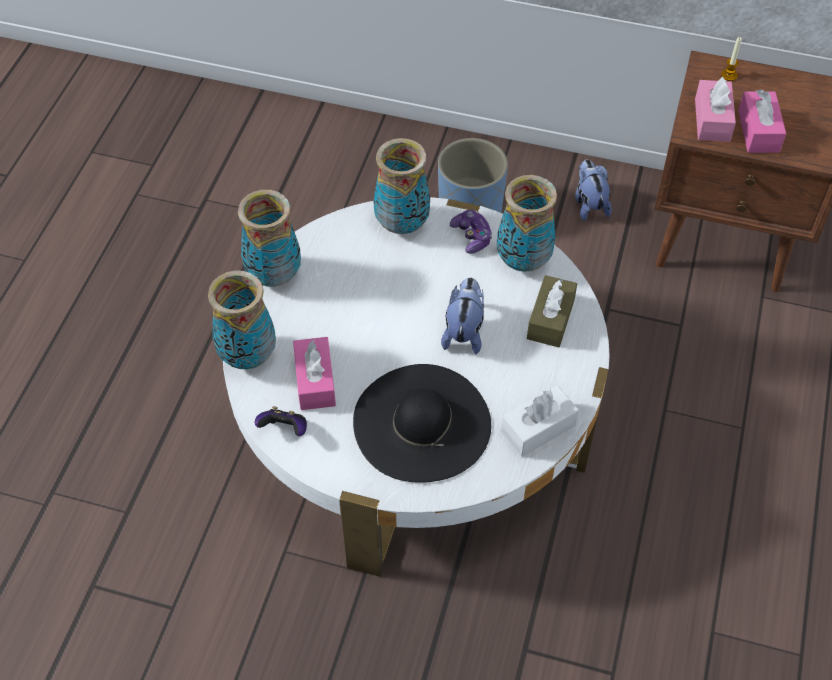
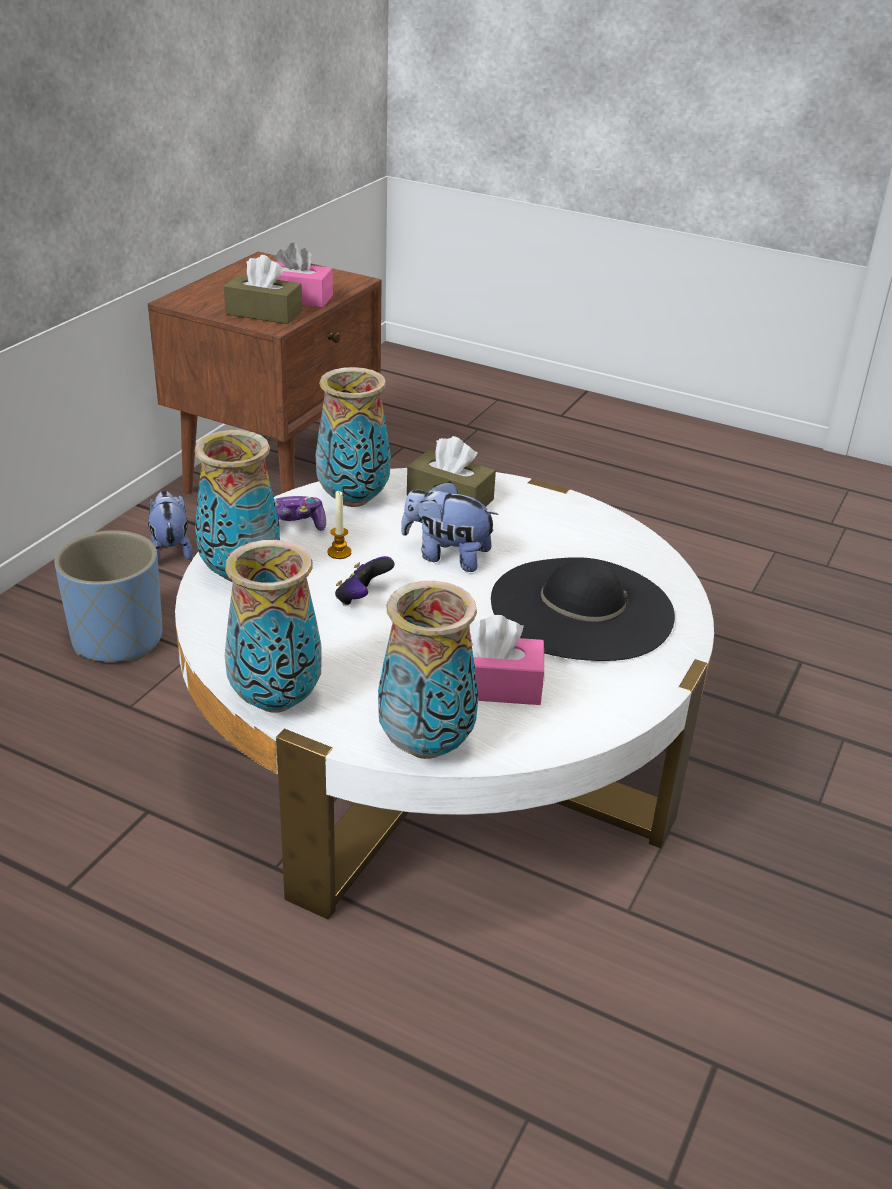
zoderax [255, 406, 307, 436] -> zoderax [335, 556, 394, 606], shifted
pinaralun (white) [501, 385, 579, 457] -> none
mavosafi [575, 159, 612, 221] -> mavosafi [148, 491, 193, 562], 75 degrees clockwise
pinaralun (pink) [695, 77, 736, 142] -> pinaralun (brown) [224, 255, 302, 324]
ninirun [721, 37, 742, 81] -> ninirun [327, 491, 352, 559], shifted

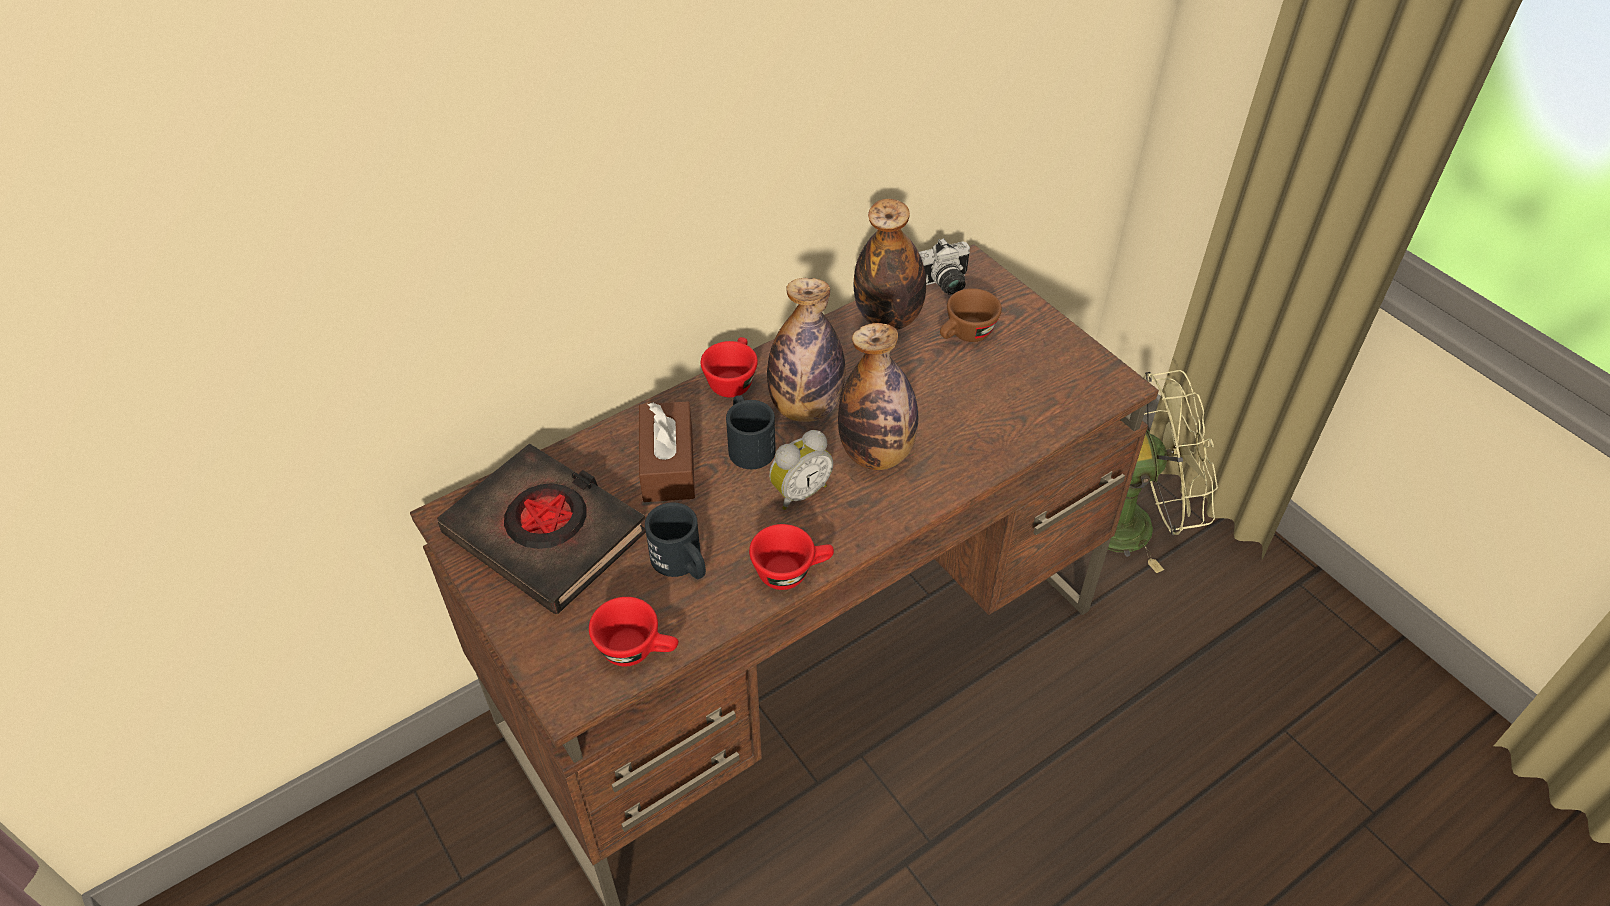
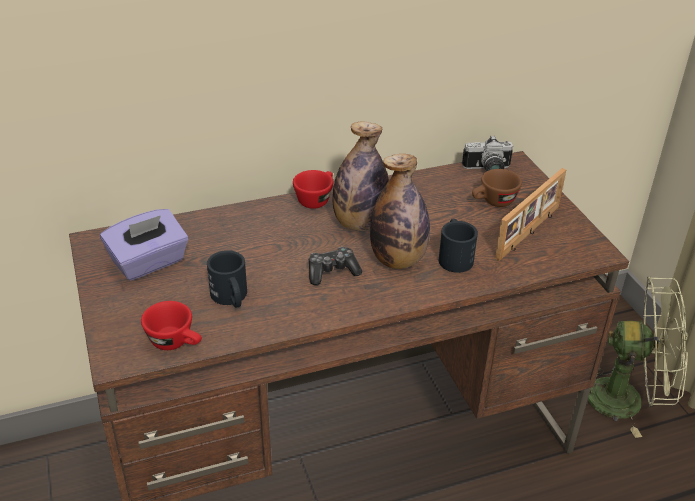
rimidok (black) [437, 443, 646, 614] -> pinaralun (purple) [100, 209, 188, 281]
pinaralun (brown) [639, 402, 695, 502] -> none
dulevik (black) [726, 395, 775, 469] -> dulevik (black) [439, 219, 478, 273], shifted
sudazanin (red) [749, 524, 834, 590] -> none
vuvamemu [769, 430, 833, 510] -> zoderax [309, 247, 362, 285]
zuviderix [854, 199, 926, 330] -> none
none -> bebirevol [495, 168, 566, 261]

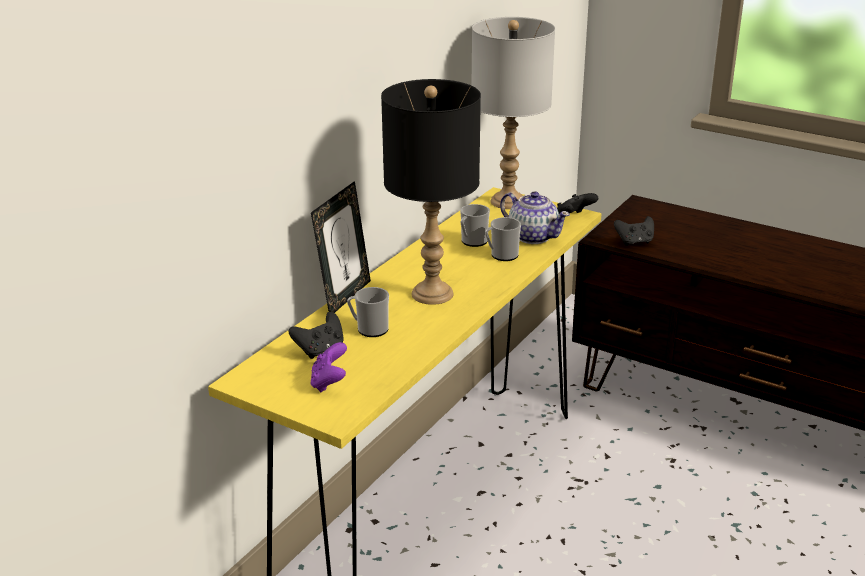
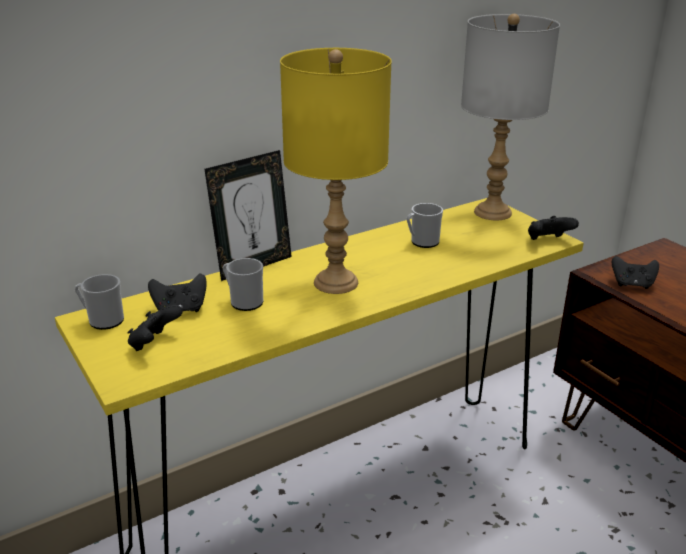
zoderax (purple) [311, 342, 347, 393] -> zoderax (black) [128, 305, 183, 351]
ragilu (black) [381, 79, 481, 305] -> ragilu (yellow) [280, 48, 392, 294]
dulevik [485, 217, 521, 261] -> dulevik [75, 274, 124, 330], shifted
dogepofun [500, 191, 570, 244] -> none

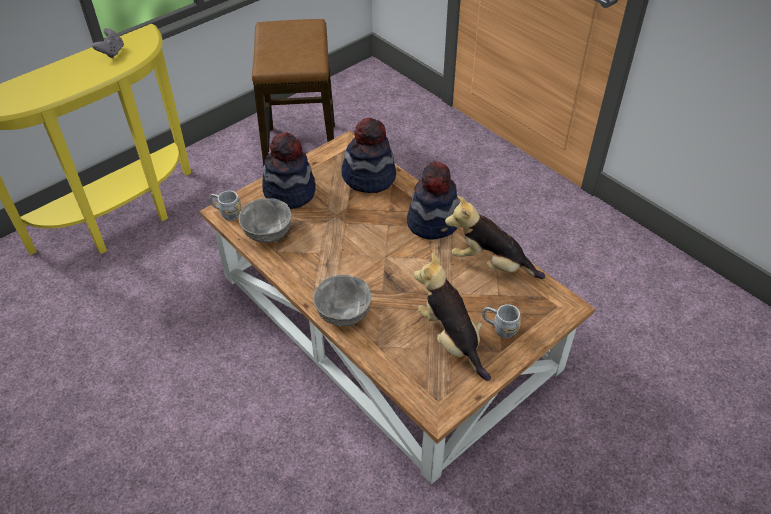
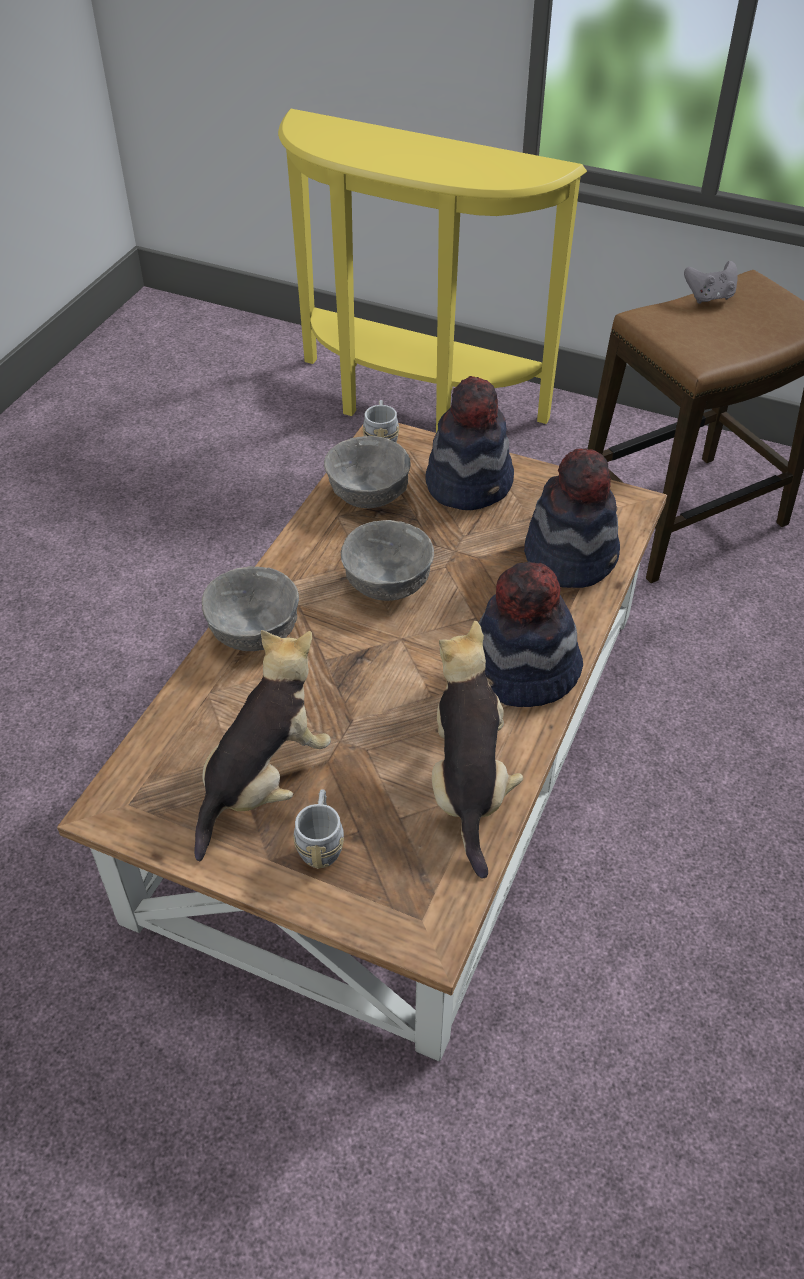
zoderax (grey) [92, 28, 124, 58] -> zoderax (grey) [684, 261, 738, 304], shifted
none -> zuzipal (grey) [341, 520, 434, 601]

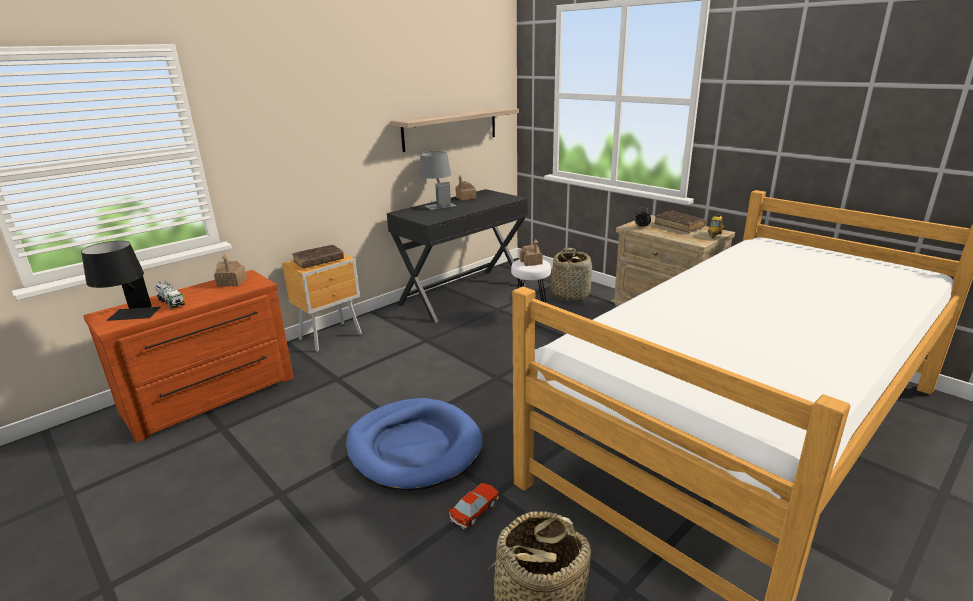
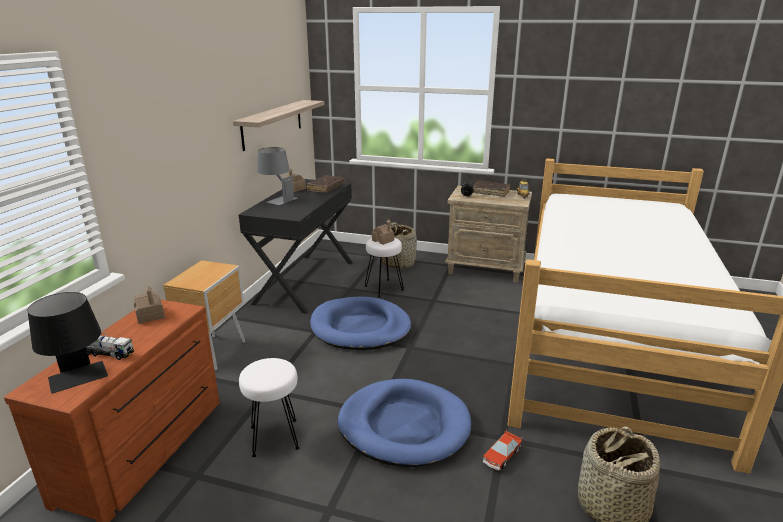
rimidok (brown) [292, 245, 344, 268] -> rimidok (brown) [306, 175, 344, 193], shifted
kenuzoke [448, 483, 499, 529] -> kenuzoke [483, 429, 523, 471], 150 degrees counterclockwise
none -> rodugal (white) [239, 358, 299, 457]
none -> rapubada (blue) [310, 297, 411, 350]

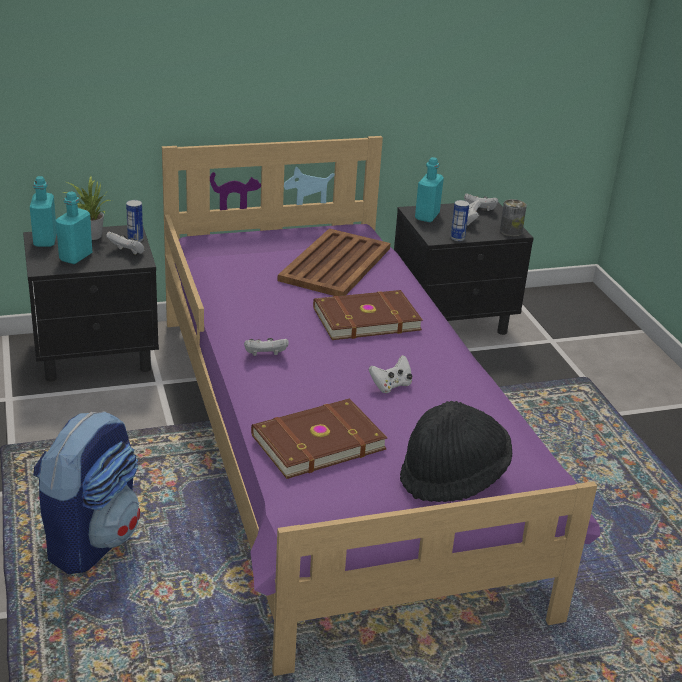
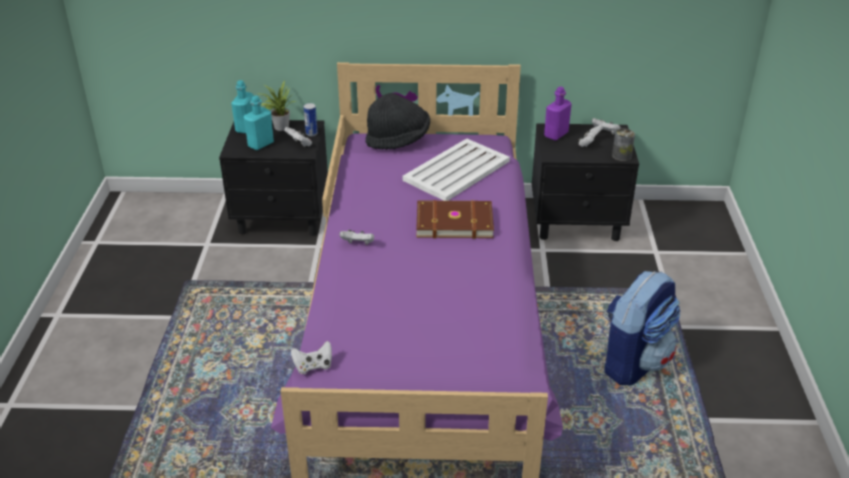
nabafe [33, 411, 140, 574] -> nabafe [604, 271, 680, 385], shifted
rimidok (brown) [251, 399, 387, 479] -> none
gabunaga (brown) [278, 228, 390, 296] -> gabunaga (white) [403, 138, 510, 201]
zoderax (white) [369, 355, 412, 393] -> zoderax (white) [291, 341, 332, 374], shifted
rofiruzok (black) [400, 401, 512, 502] -> rofiruzok (black) [365, 93, 430, 150], shifted
zuviderix (turquoise) [415, 157, 444, 222] -> zuviderix (purple) [544, 86, 572, 140]
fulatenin [450, 200, 469, 241] -> none

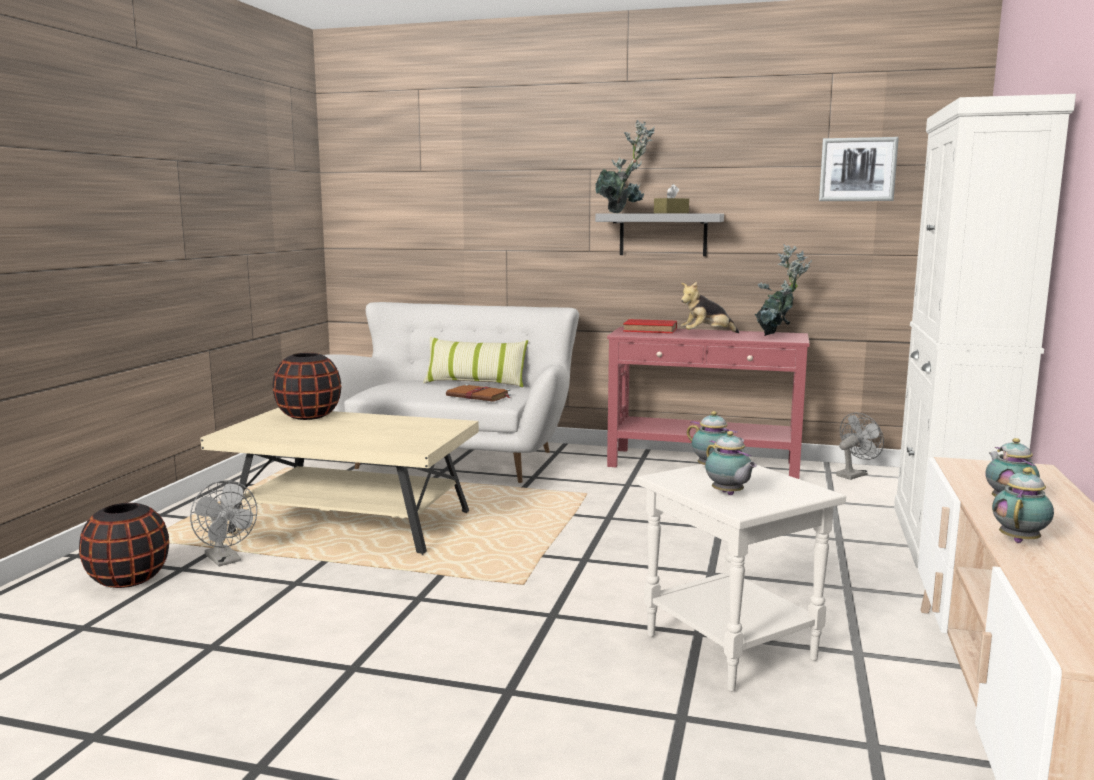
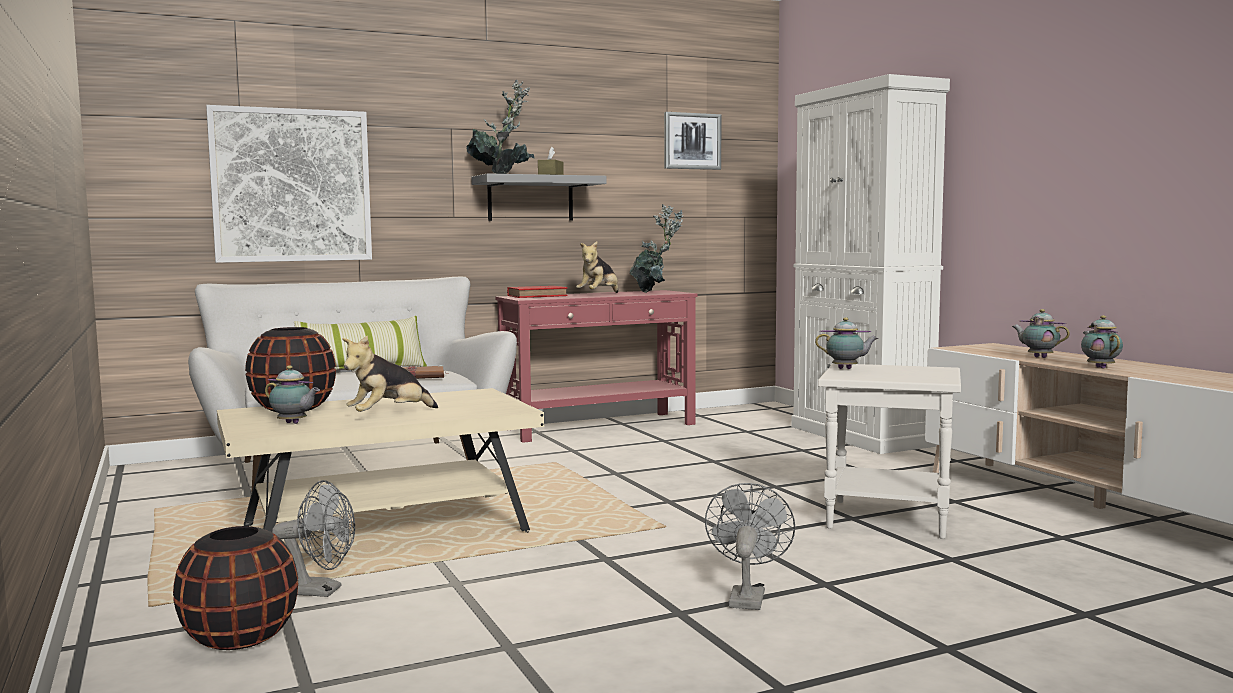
dogepofun [705, 431, 757, 495] -> dogepofun [265, 365, 320, 424], shifted
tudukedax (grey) [836, 412, 884, 480] -> tudukedax (grey) [705, 483, 795, 610], shifted
none -> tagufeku [206, 105, 372, 263]
none -> mavosafi [342, 336, 438, 412]

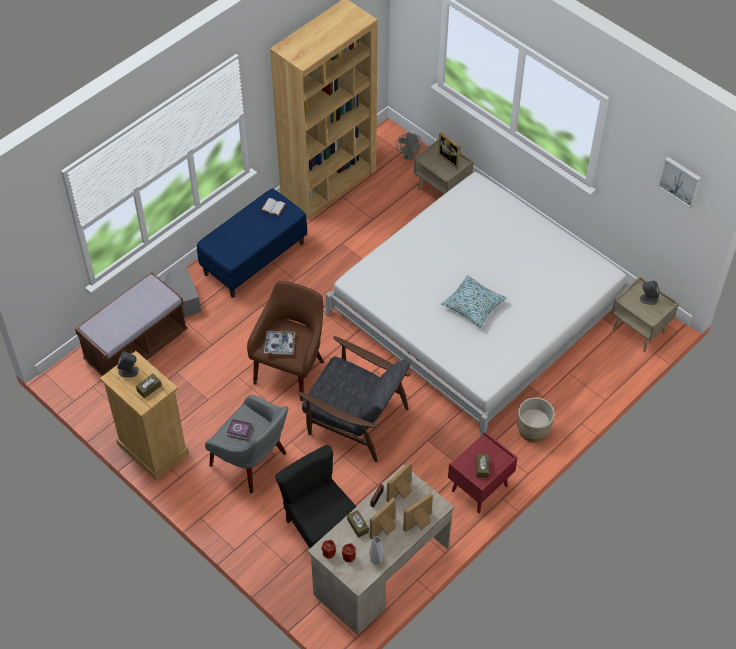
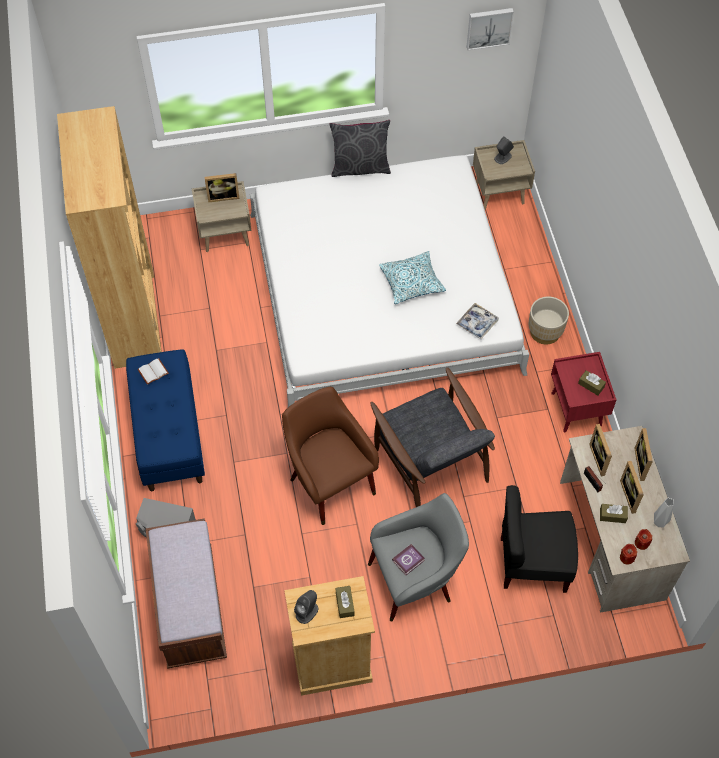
gabunaga [264, 331, 295, 355] -> gabunaga [456, 303, 499, 339], shifted
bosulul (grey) [297, 336, 411, 462] -> bosulul (grey) [370, 367, 495, 507], 90 degrees clockwise
tudukedax (grey) [396, 132, 423, 159] -> none
none -> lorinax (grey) [329, 120, 391, 177]

